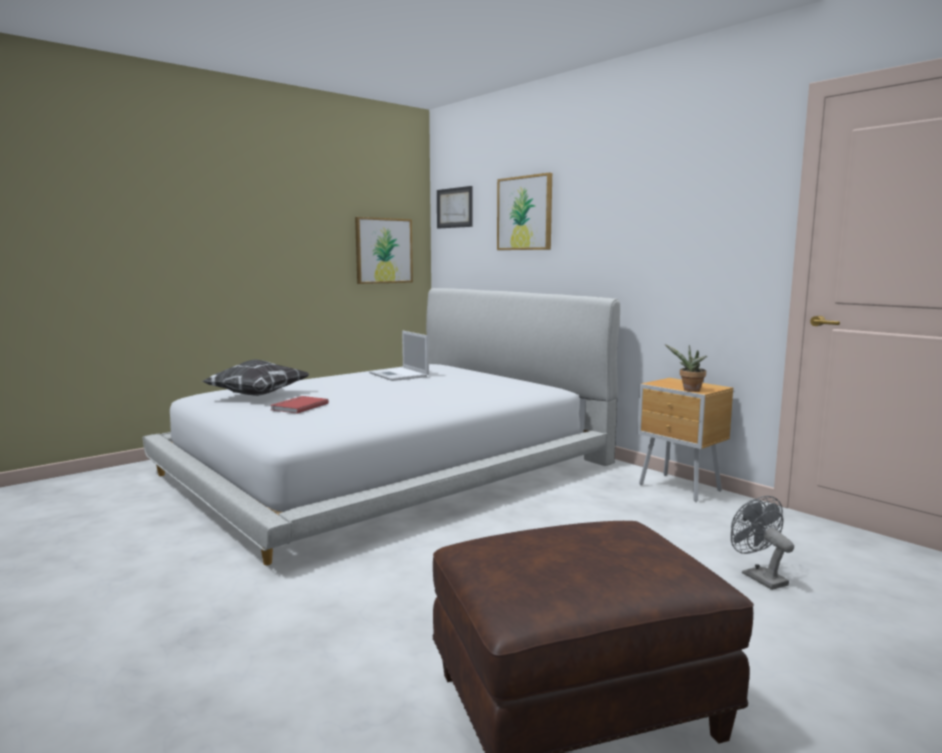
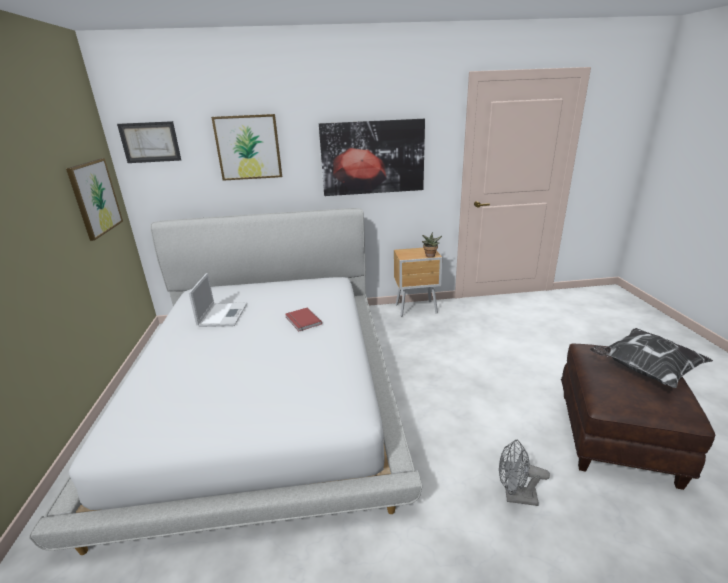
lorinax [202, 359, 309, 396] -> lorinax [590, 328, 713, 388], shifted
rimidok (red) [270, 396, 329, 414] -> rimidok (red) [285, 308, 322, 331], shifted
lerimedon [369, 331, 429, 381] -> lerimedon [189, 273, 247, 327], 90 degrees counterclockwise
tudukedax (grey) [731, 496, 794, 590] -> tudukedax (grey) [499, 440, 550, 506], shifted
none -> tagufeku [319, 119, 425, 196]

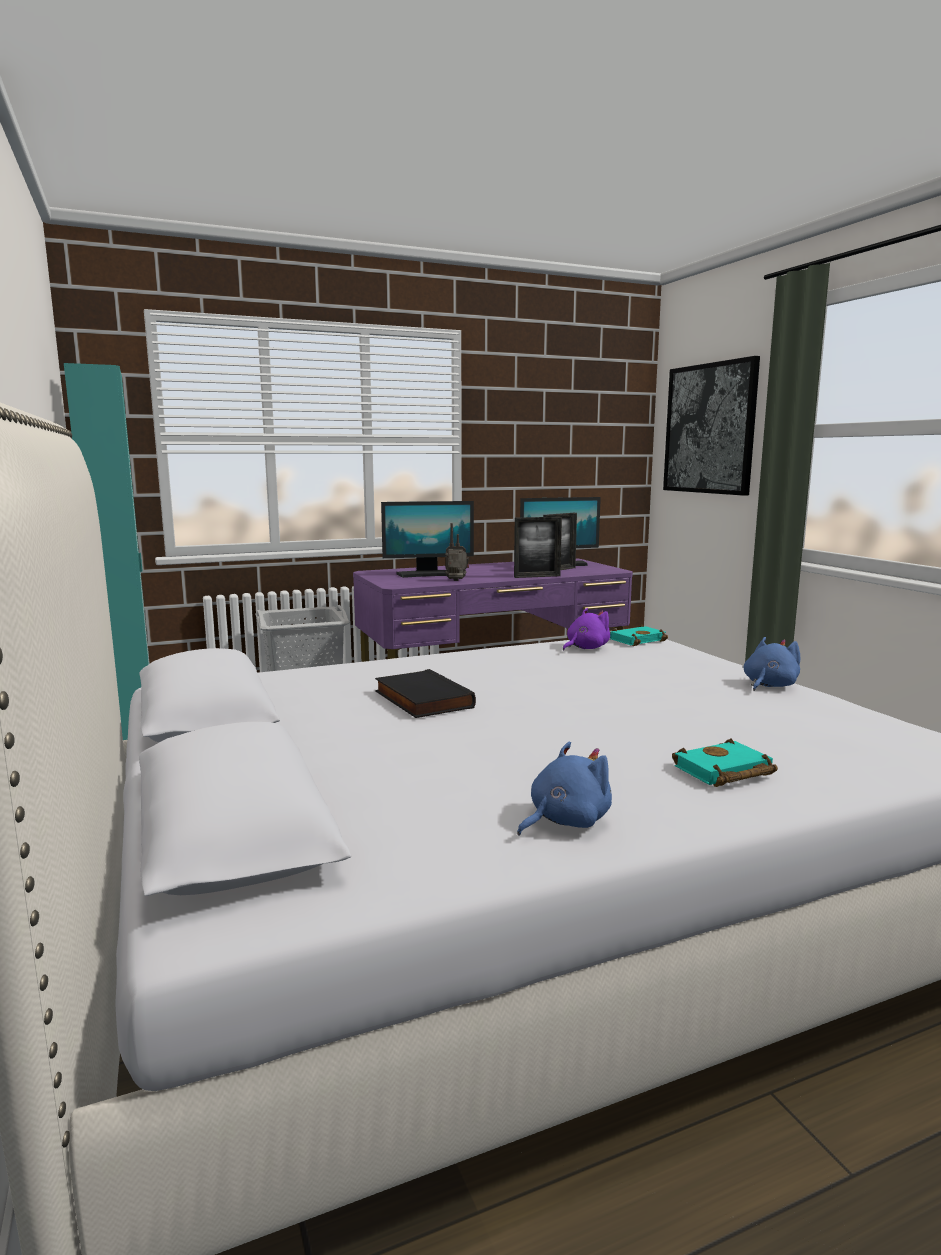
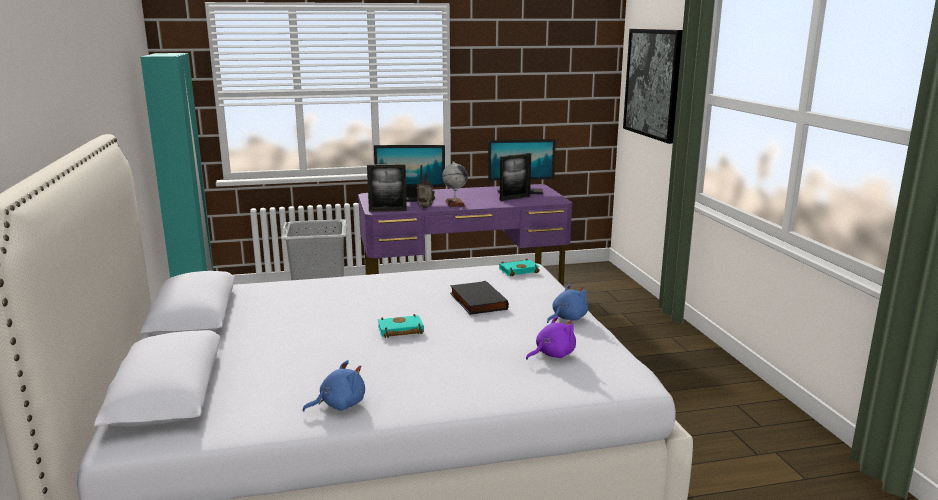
rimidok (black) [375, 669, 476, 718] -> rimidok (black) [450, 281, 509, 315], shifted
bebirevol [514, 517, 562, 578] -> bebirevol [367, 164, 407, 212], shifted
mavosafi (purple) [563, 608, 610, 651] -> mavosafi (purple) [526, 316, 576, 360], shifted
rimidok (turquoise) [672, 738, 778, 787] -> rimidok (turquoise) [378, 314, 424, 338], shifted
none -> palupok [442, 161, 468, 207]

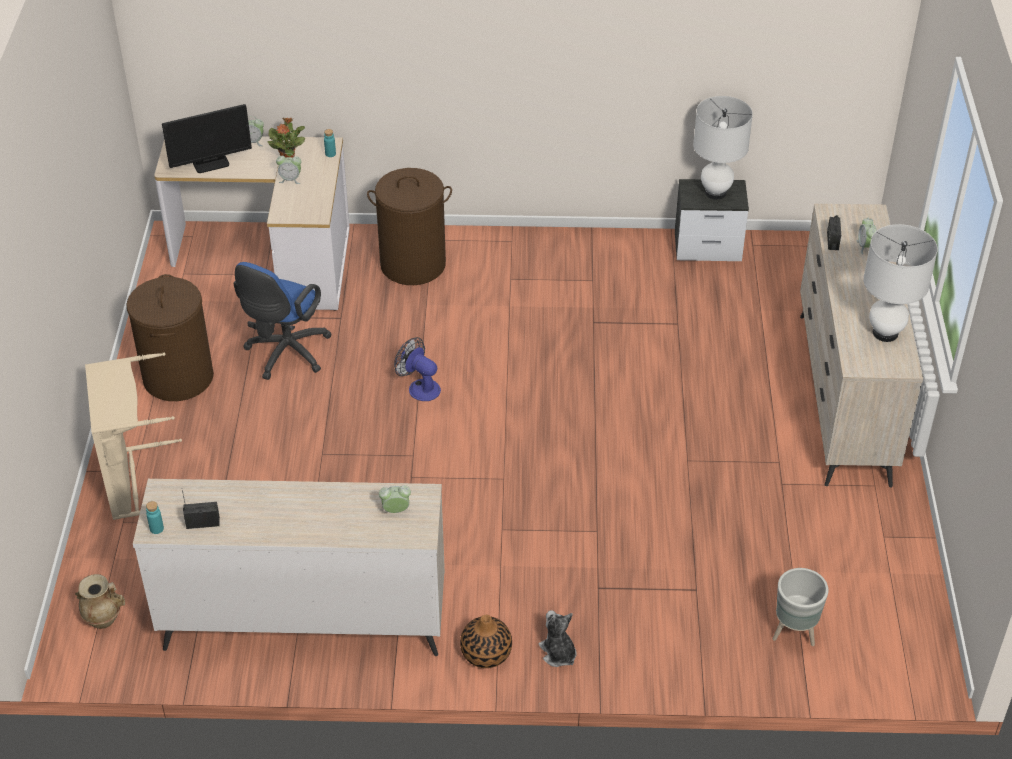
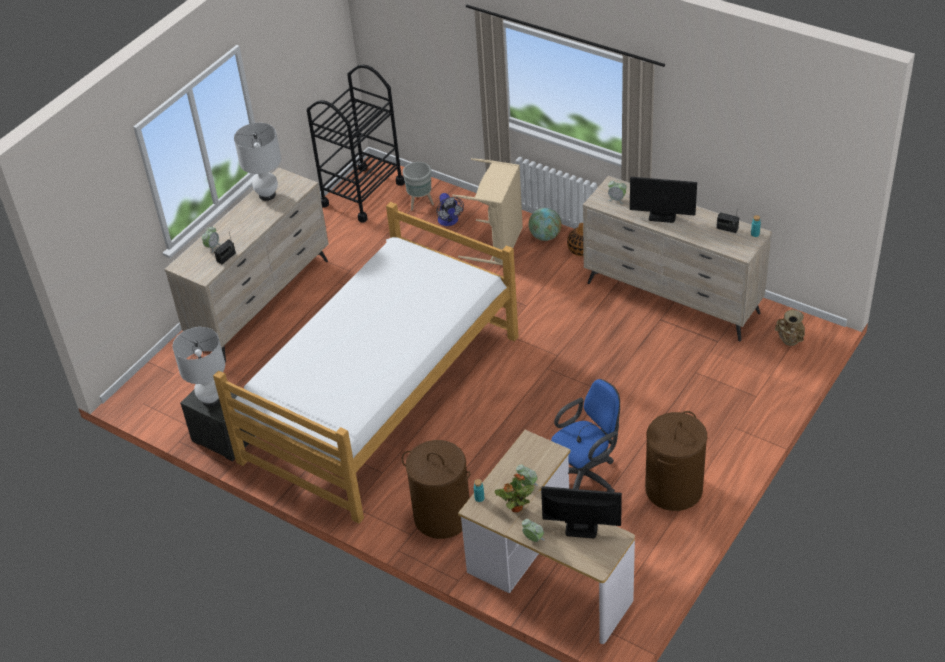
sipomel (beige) [85, 353, 182, 520] -> sipomel (beige) [452, 158, 523, 265], shifted
tudukedax [394, 337, 441, 401] -> tudukedax [436, 193, 464, 226], shifted
mavosafi [539, 610, 577, 667] -> palupok [529, 208, 562, 241]
none -> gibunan [213, 202, 519, 524]
none -> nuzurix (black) [307, 65, 405, 223]
none -> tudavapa [630, 177, 697, 223]

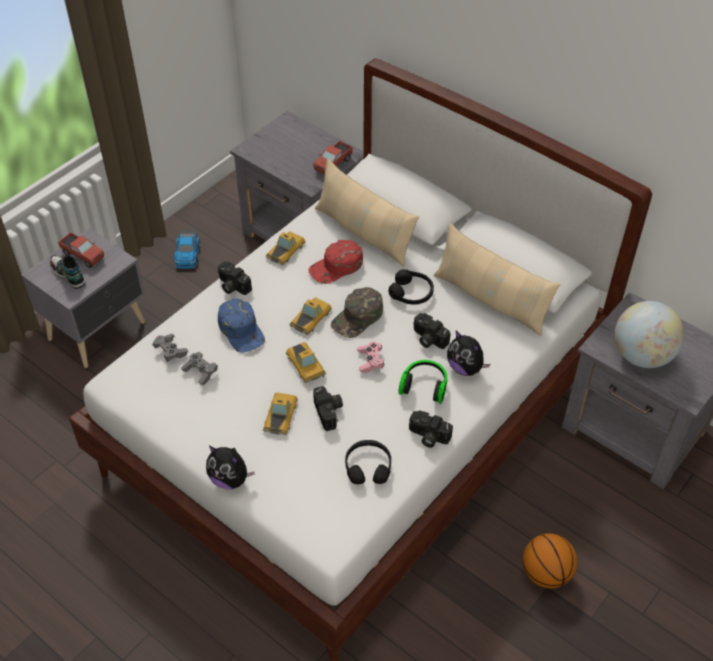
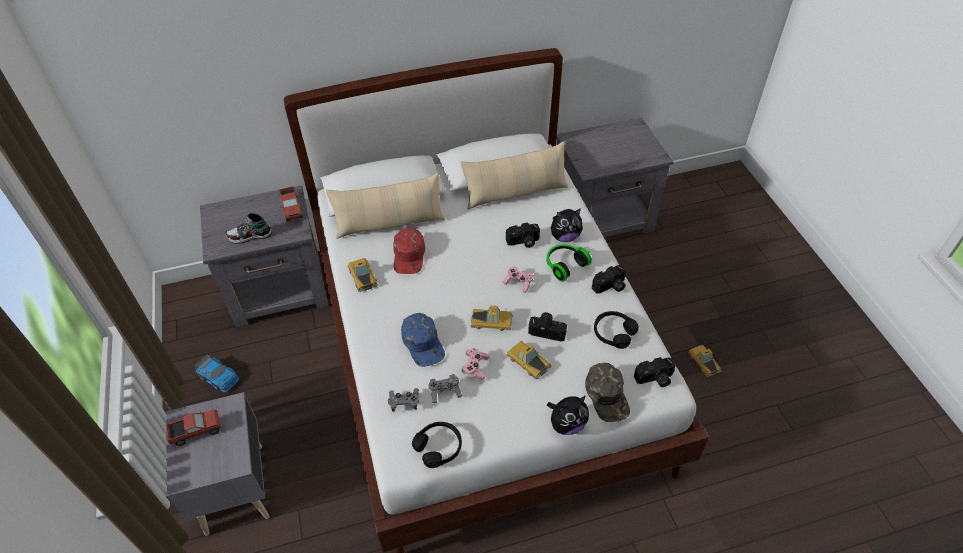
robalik [50, 255, 85, 289] -> robalik [225, 213, 272, 244], shifted
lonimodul [217, 262, 252, 295] -> lonimodul [634, 357, 676, 387], shifted
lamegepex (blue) [218, 298, 265, 353] -> lamegepex (blue) [401, 313, 445, 367], 60 degrees clockwise
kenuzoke [290, 297, 332, 335] -> kenuzoke [688, 345, 722, 378], shifted
lamegepex (green) [331, 287, 383, 338] -> lamegepex (green) [585, 363, 630, 422], shifted
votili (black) [388, 269, 434, 305] -> votili (black) [412, 422, 462, 468], shifted
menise [523, 533, 577, 589] -> none
palupok [615, 301, 684, 368] -> none
none -> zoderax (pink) [462, 348, 490, 380]

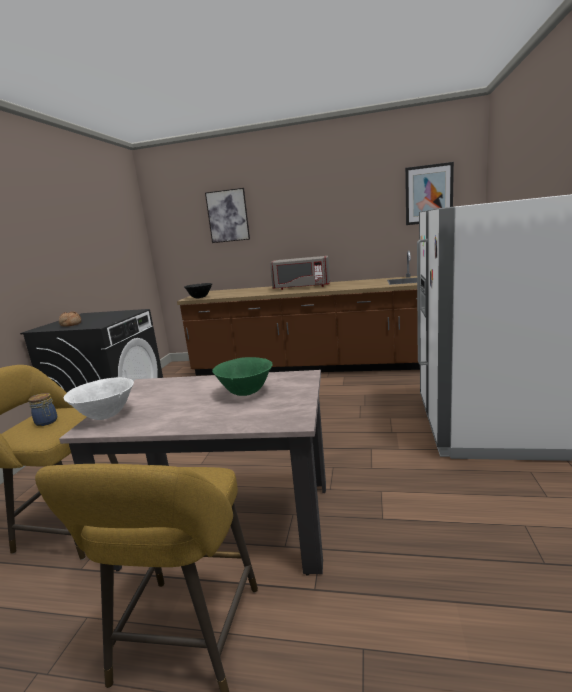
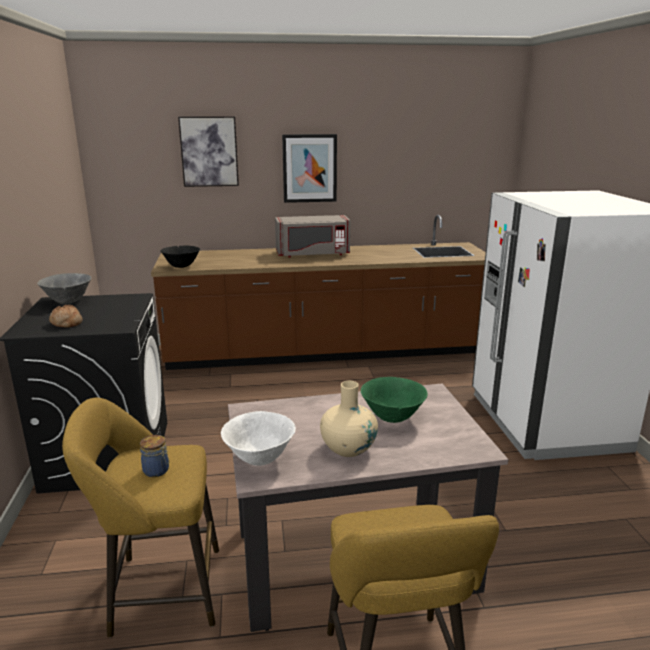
tagufeku [405, 162, 454, 225] -> tagufeku [282, 134, 337, 203], shifted
none -> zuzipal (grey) [37, 273, 91, 304]
none -> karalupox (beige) [320, 381, 378, 457]

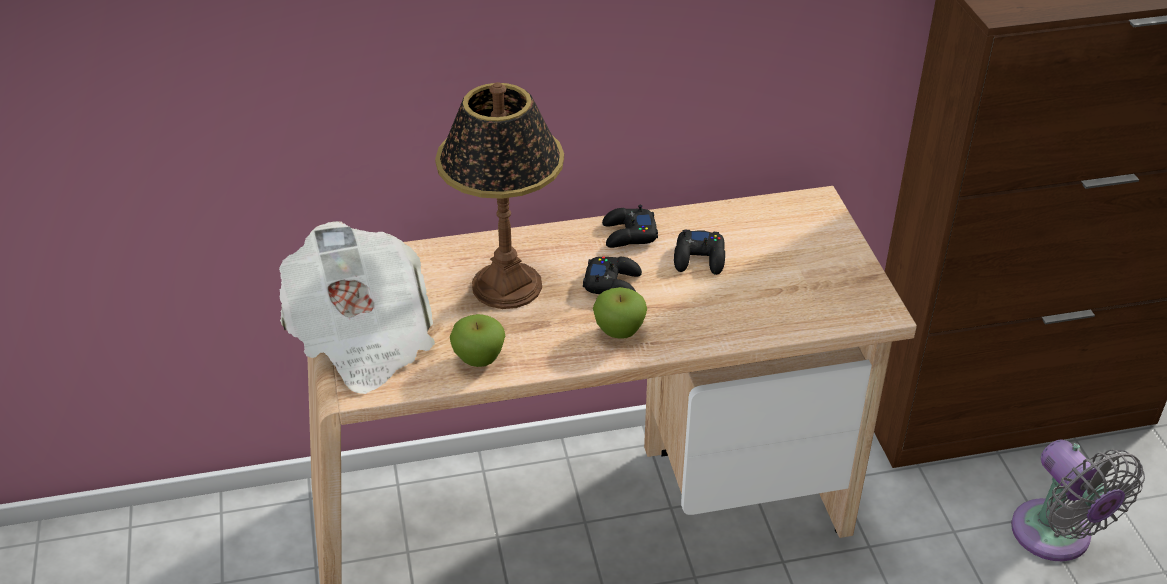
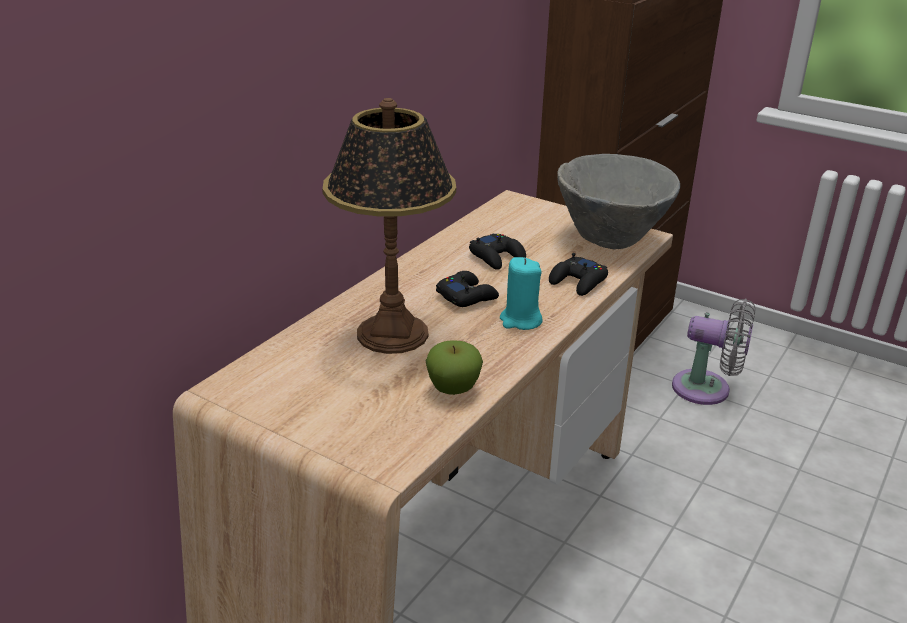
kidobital [279, 221, 435, 394] -> none
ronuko [593, 287, 647, 339] -> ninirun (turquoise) [500, 257, 543, 330]
zoderax (black) [602, 204, 658, 248] -> zoderax (black) [549, 253, 608, 296], shifted
none -> zuzipal (grey) [557, 154, 680, 249]

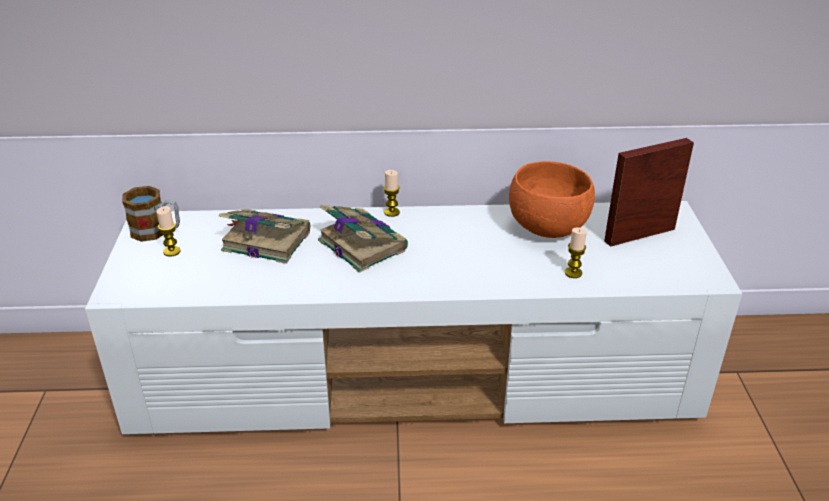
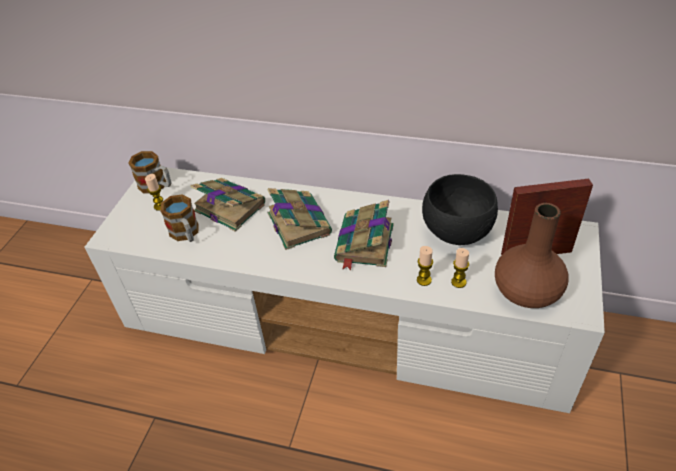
ninirun [384, 170, 400, 217] -> ninirun [417, 246, 433, 286], shifted
zuzipal (orange) [509, 161, 595, 238] -> zuzipal (black) [422, 174, 498, 245]
none -> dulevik [160, 194, 199, 242]
none -> rimidok [334, 200, 394, 271]
none -> karalupox (brown) [495, 203, 569, 308]

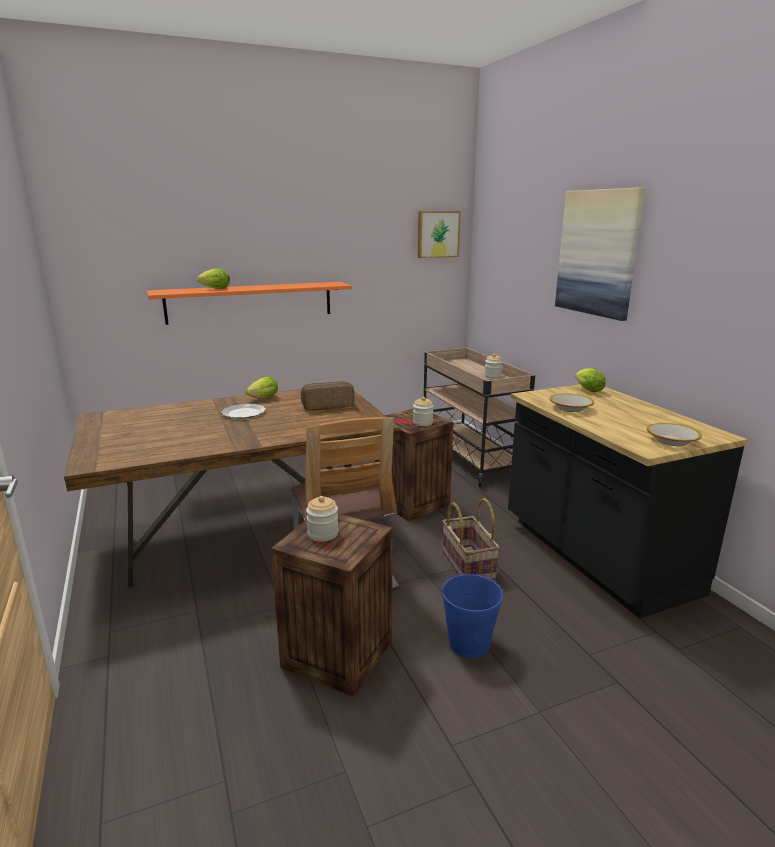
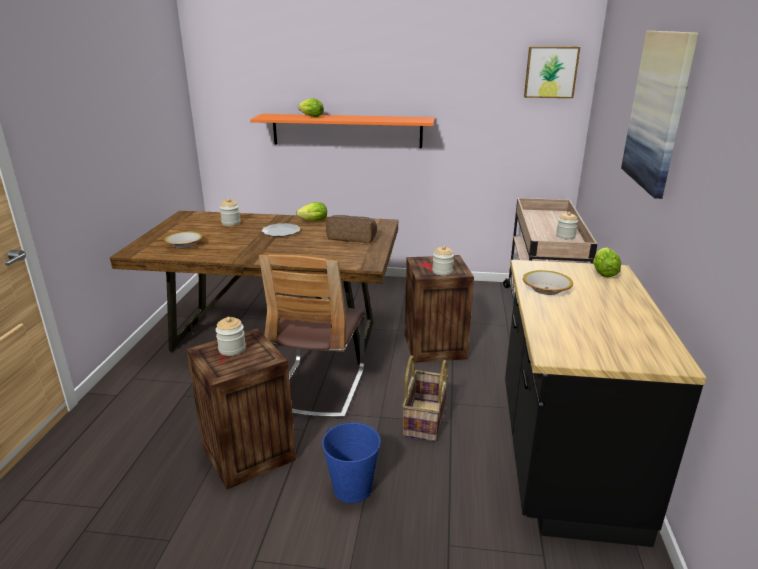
zuzipal [647, 423, 702, 446] -> zuzipal [164, 232, 203, 249], shifted
none -> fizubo [220, 198, 240, 226]

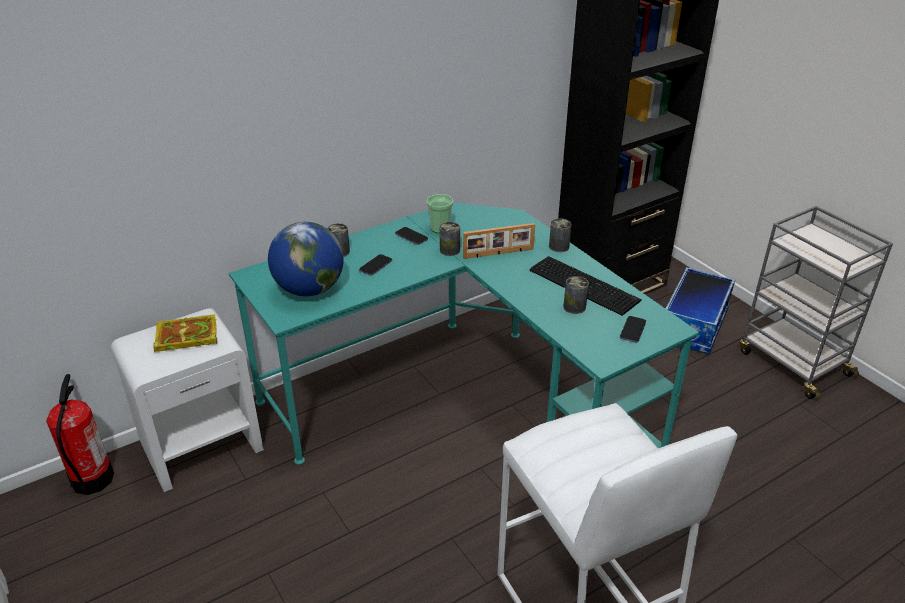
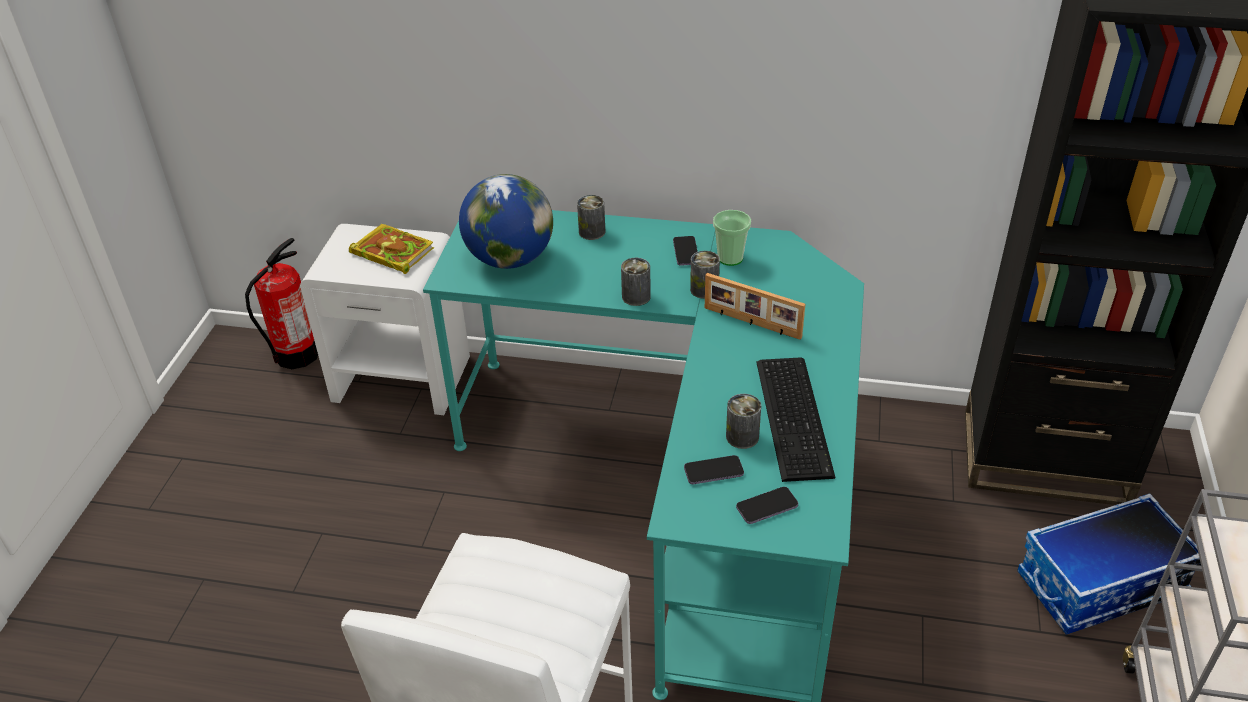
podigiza [359, 254, 392, 276] -> podigiza [684, 455, 744, 484], shifted
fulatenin [549, 218, 572, 252] -> fulatenin [621, 258, 651, 306], shifted

